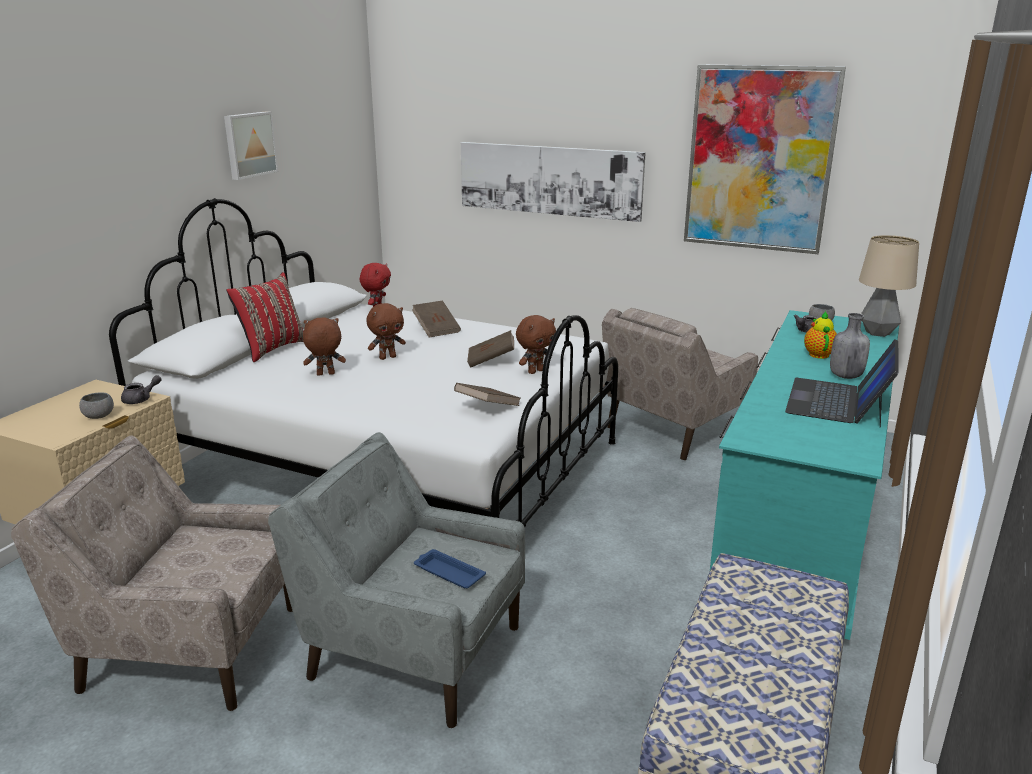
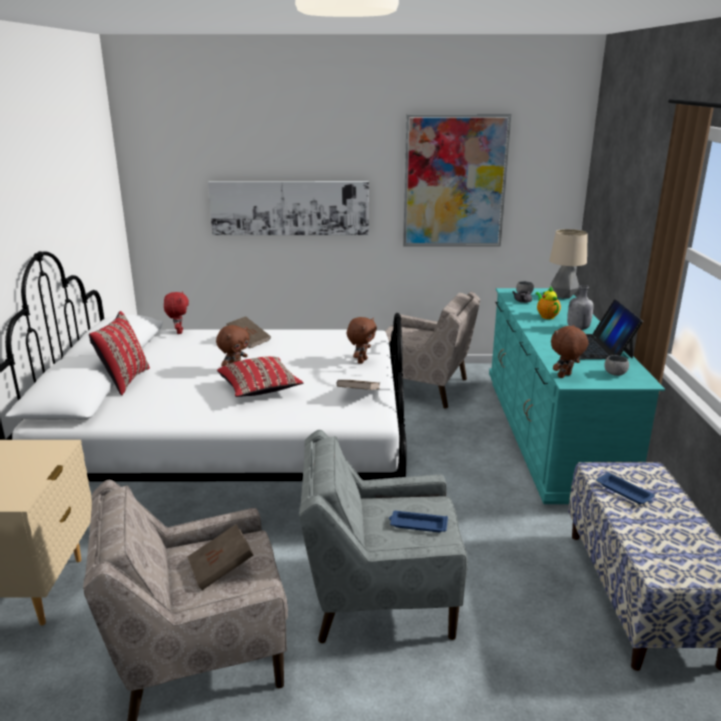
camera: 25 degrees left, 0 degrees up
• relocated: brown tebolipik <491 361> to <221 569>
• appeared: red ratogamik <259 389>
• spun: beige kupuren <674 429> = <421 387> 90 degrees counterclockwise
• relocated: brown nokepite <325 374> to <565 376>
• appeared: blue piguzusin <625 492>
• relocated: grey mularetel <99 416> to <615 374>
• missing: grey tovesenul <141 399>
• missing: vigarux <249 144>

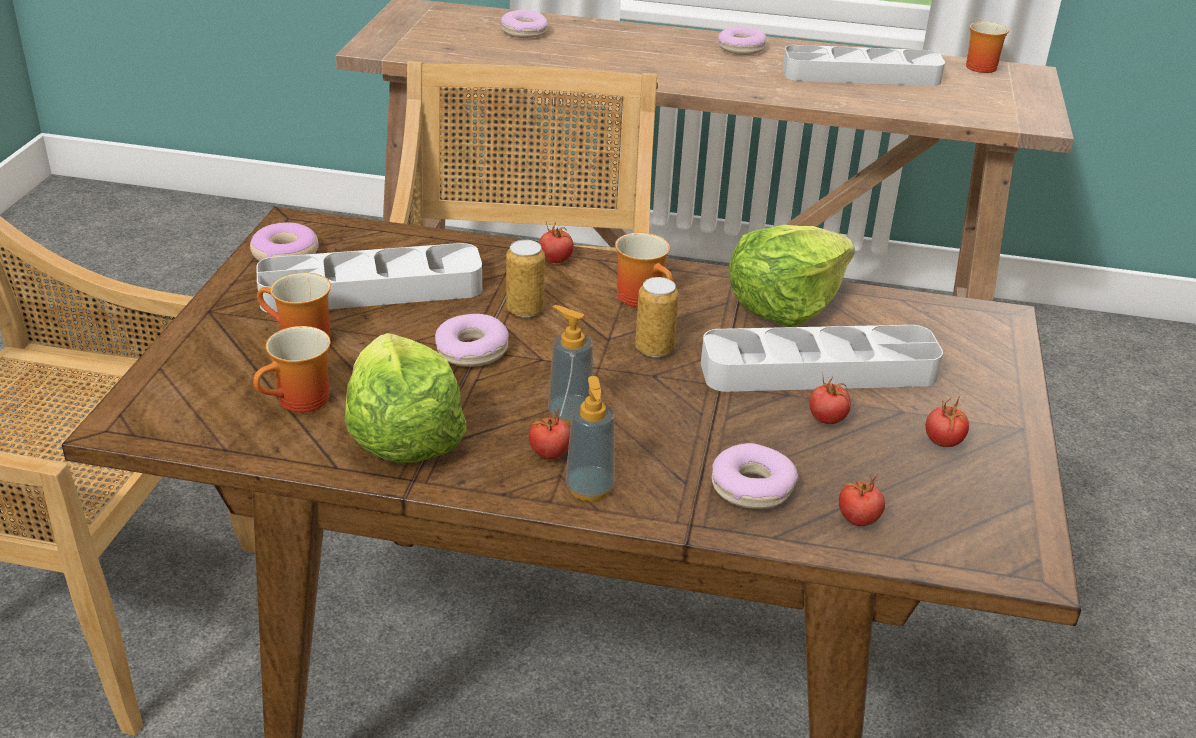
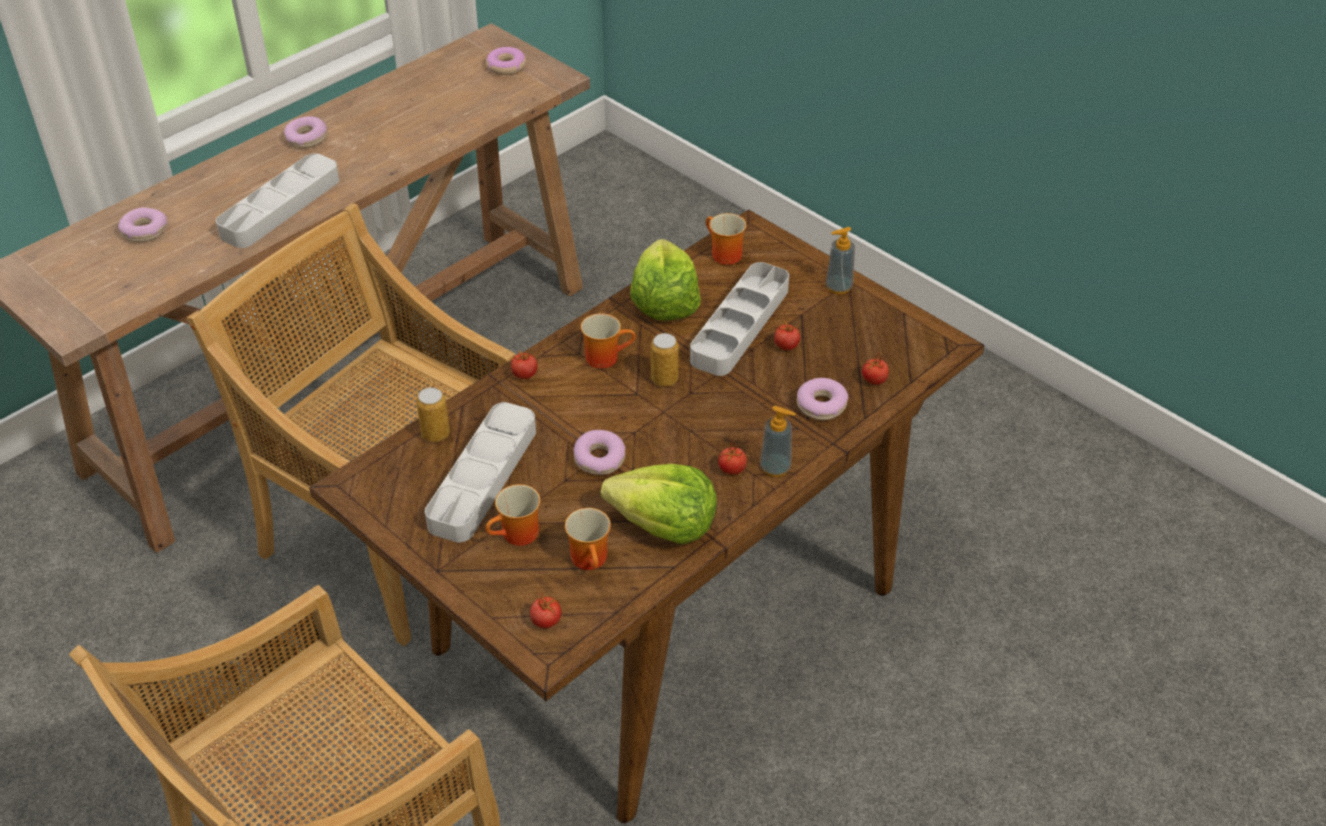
camera: 55 degrees left, 10 degrees up
• relocated: grey piguzusin <861 75> to <280 207>
• relocated: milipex <525 310> to <435 434>
• relocated: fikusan <285 254> to <506 66>
• relocated: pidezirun <943 442> to <546 621>
• relocated: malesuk <978 66> to <722 255>
• relocated: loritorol <570 414> to <838 287>

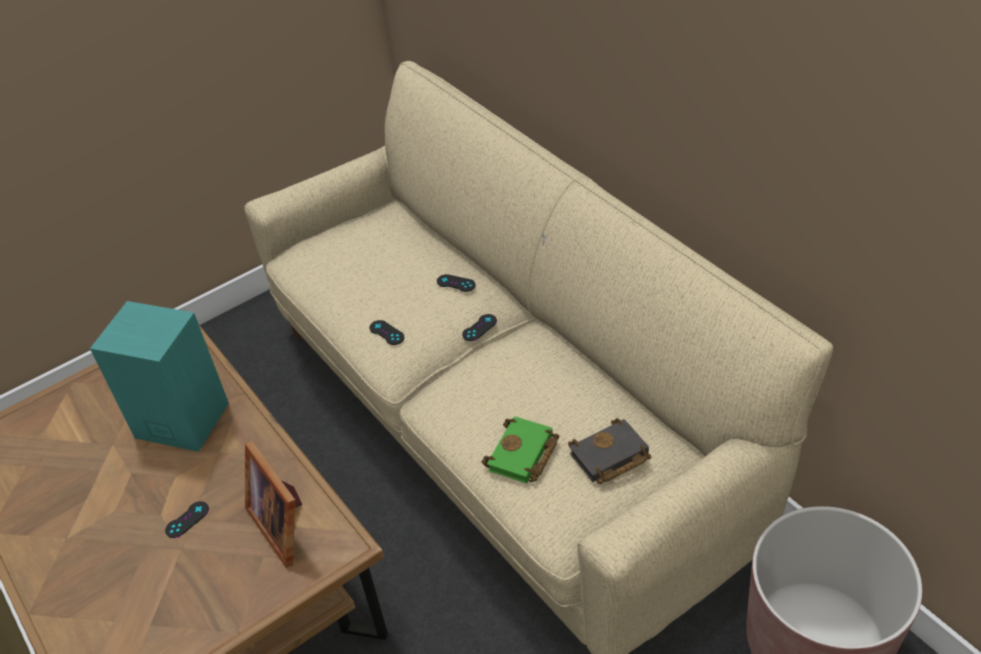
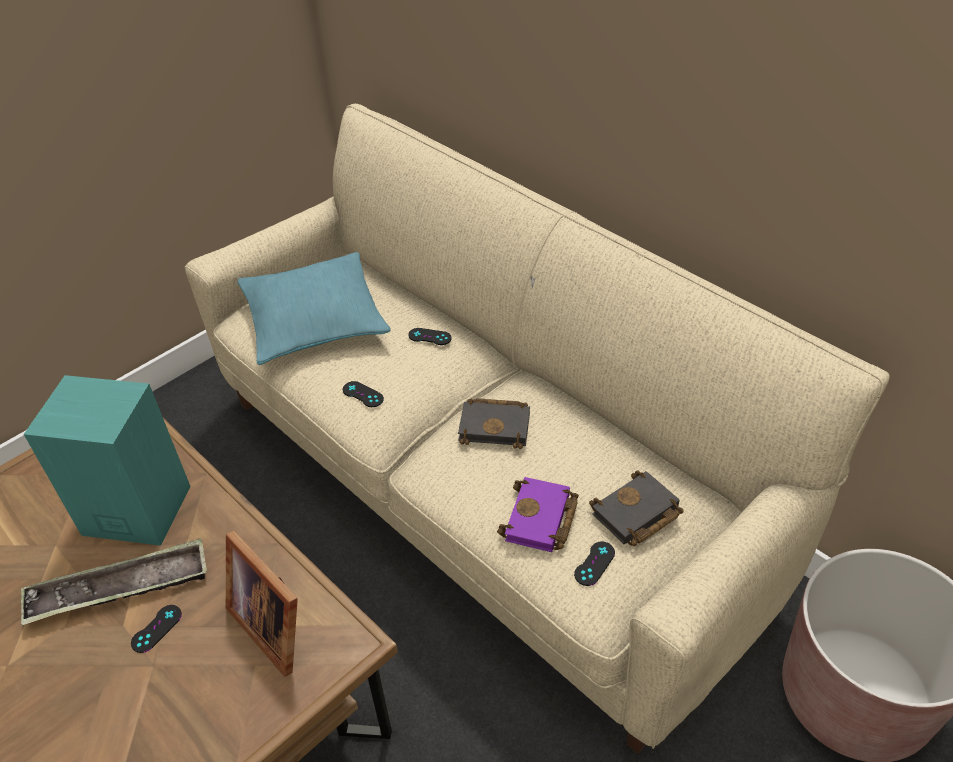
camera: 10 degrees left, 0 degrees up
• appeared: piguzusin <119 588>
• appeared: turquoise ratogamik <314 320>
• appeared: black tebolipik <496 426>
• colour: green tebolipik <523 456> to purple tebolipik <541 521>
• relocated: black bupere <479 328> to <594 563>

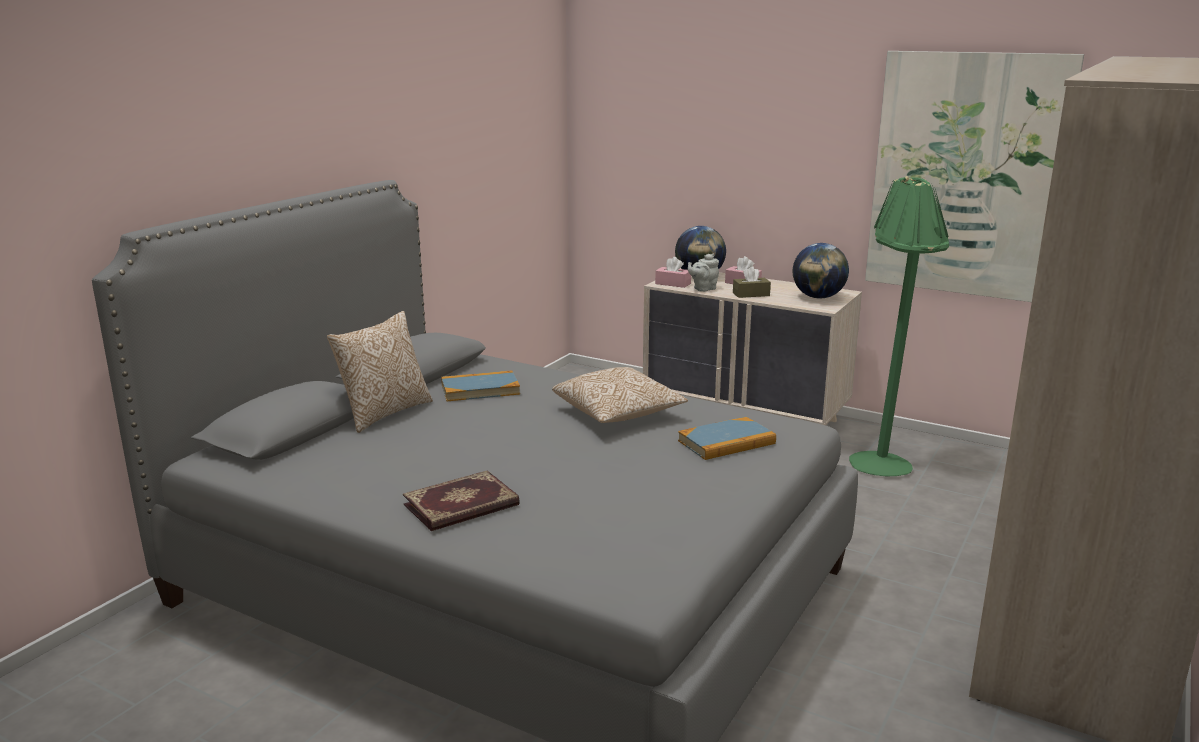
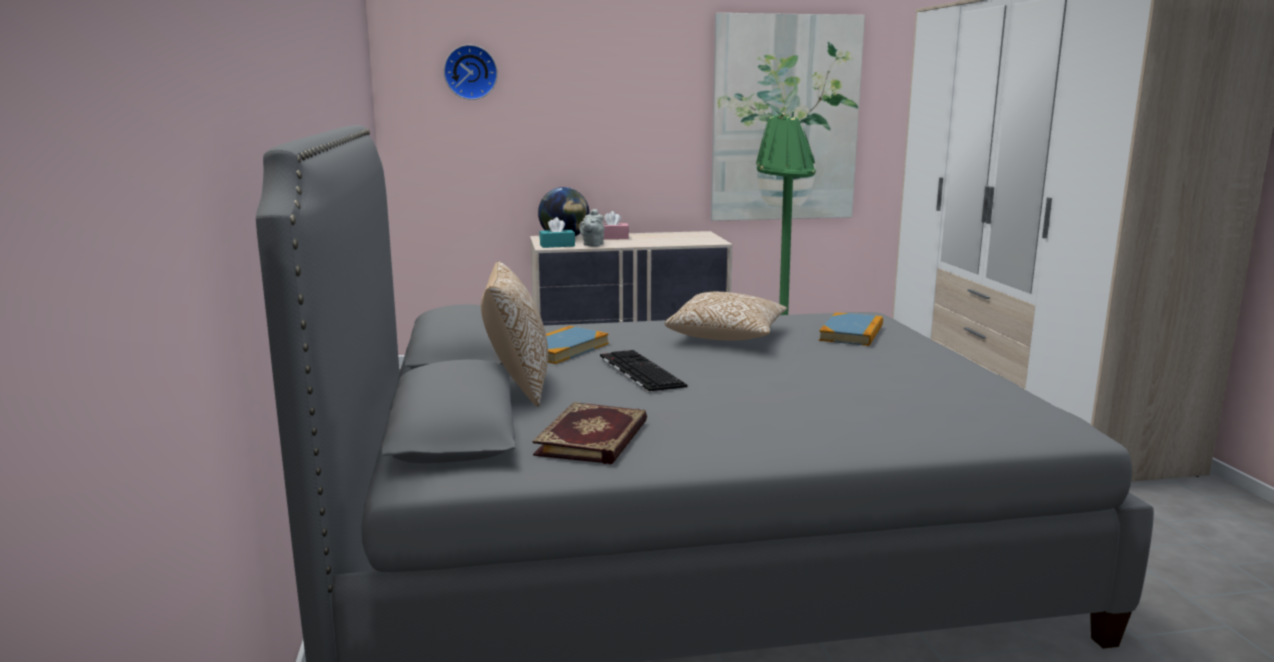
camera: 40 degrees left, 5 degrees down
• appeared: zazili <470 72>
• relocated: tebolipik <462 506> to <594 438>
• colour: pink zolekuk <673 284> to turquoise zolekuk <557 245>
• appeared: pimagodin <638 371>
• missing: brown zolekuk <751 294>
• missing: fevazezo <818 297>

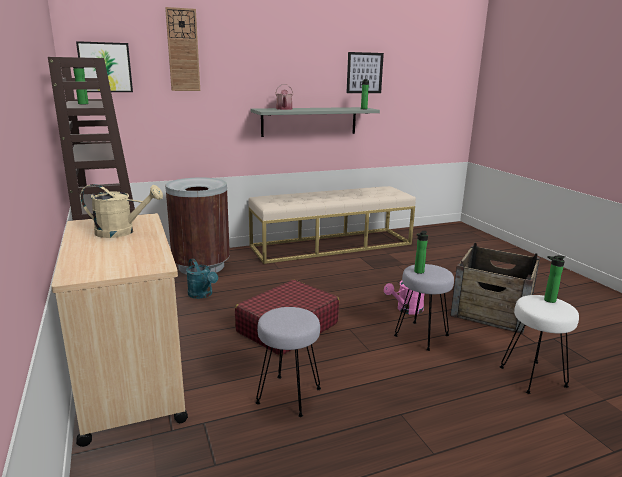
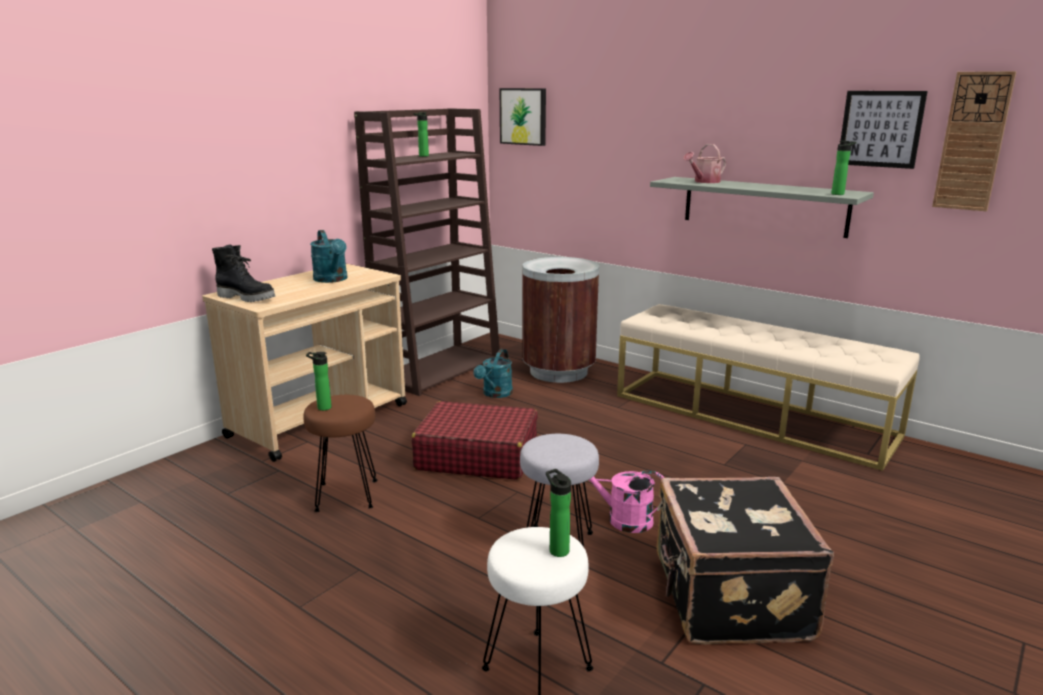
camera: 60 degrees right, 0 degrees up
• appeared: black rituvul <247 298>
• colour: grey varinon <288 395> to brown varinon <347 495>
• relocated: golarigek <418 272> to <322 408>
• colour: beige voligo <122 232> to turquoise voligo <332 280>
• exchanged: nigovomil <492 310> to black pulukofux <727 597>
• relocated: zazili <183 50> to <972 142>

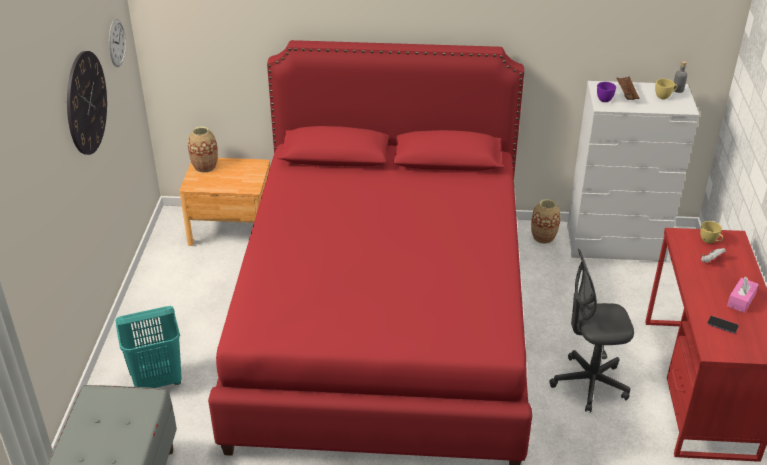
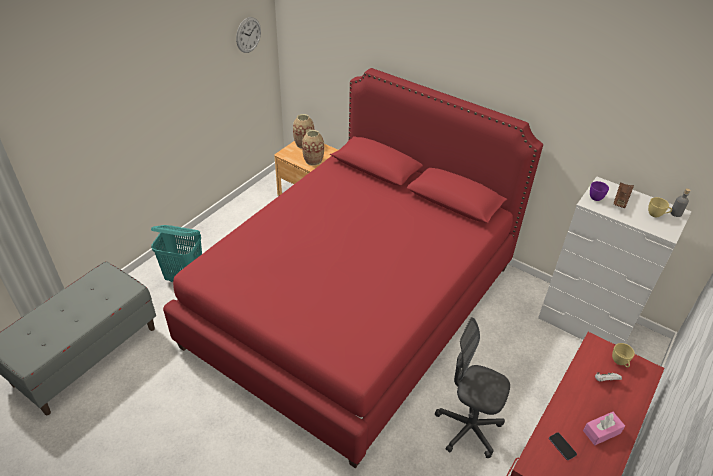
camera: 30 degrees right, 5 degrees up
• relocated: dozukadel <543 237> to <313 160>
• missing: zazili <86 103>

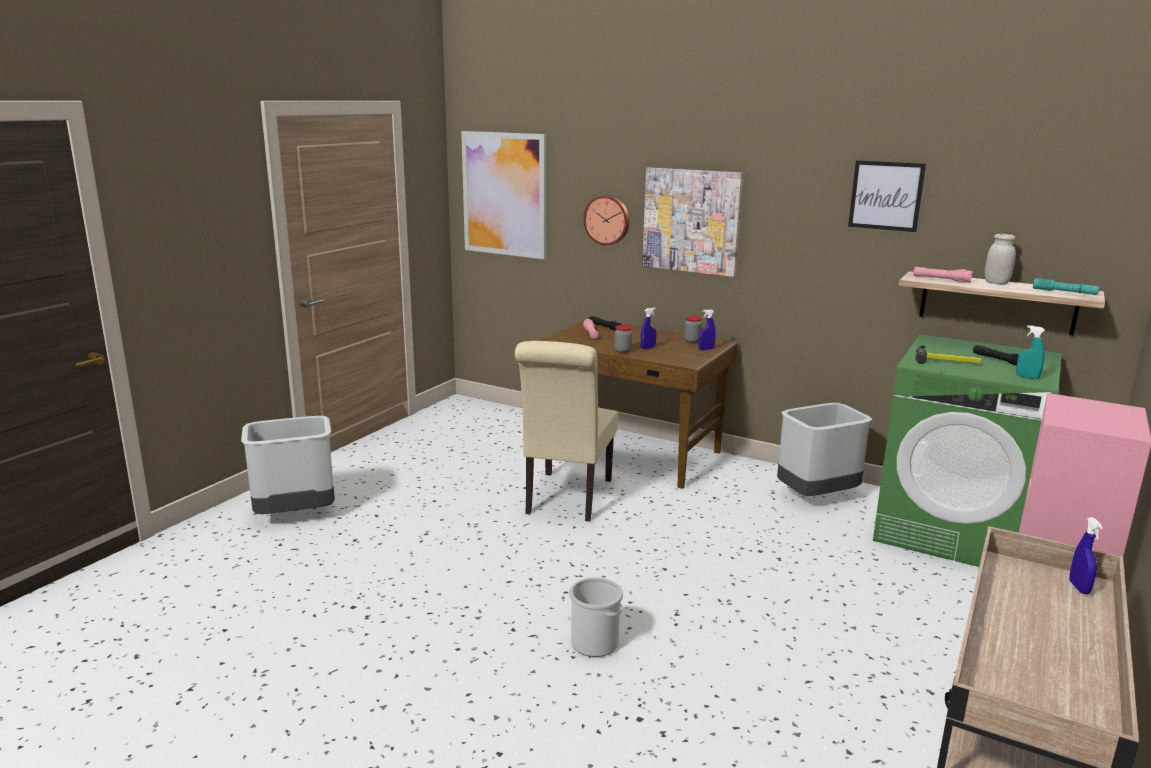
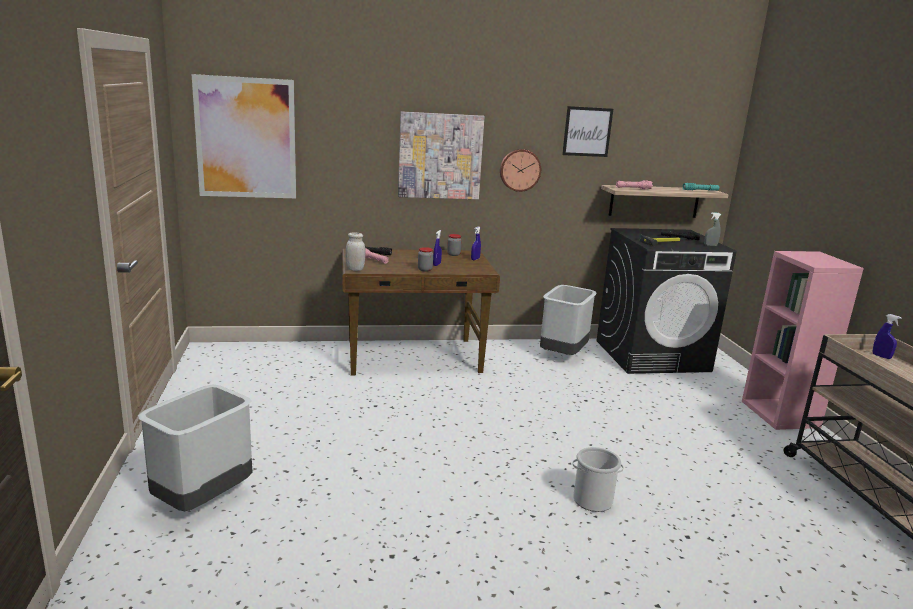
camera: 40 degrees left, 0 degrees up
• relocated: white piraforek <996 283> to <355 269>
• relocated: zazili <607 220> to <519 170>
• colour: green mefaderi <952 531> to black mefaderi <652 355>
• colour: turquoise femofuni <1027 377> to grey femofuni <710 245>
• missing: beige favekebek <566 499>

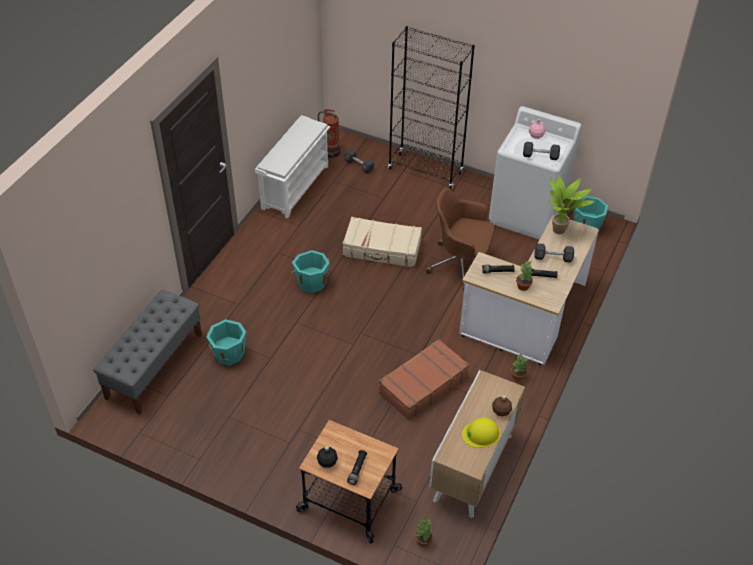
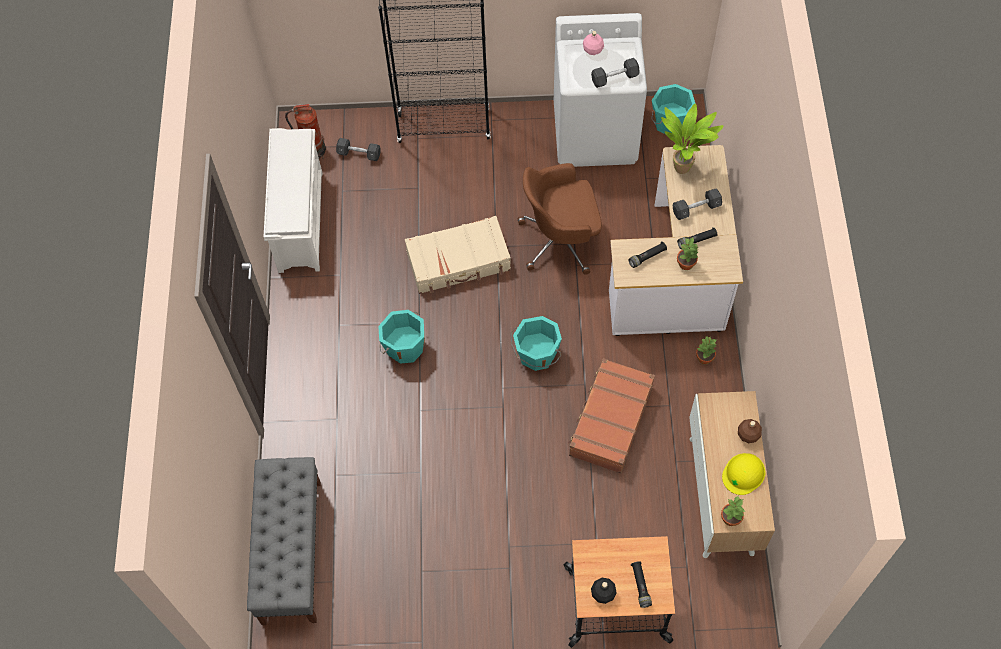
camera: 25 degrees left, 15 degrees up
• relocated: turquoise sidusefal <228 354> to <536 355>
• relocated: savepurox <423 541> to <731 519>

